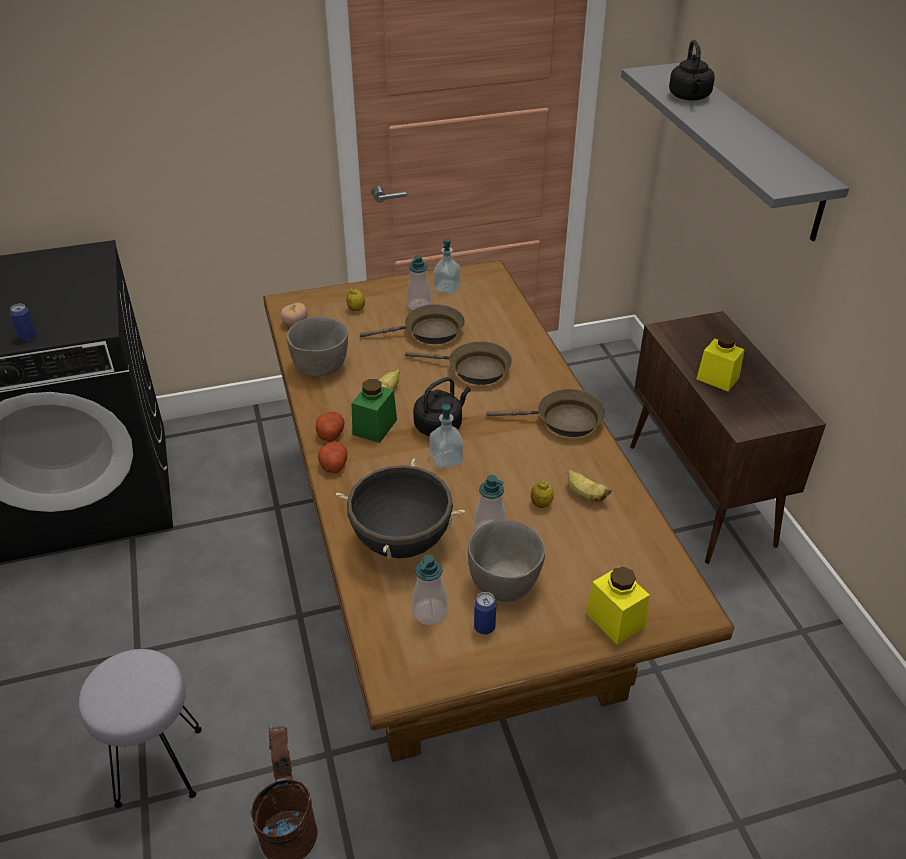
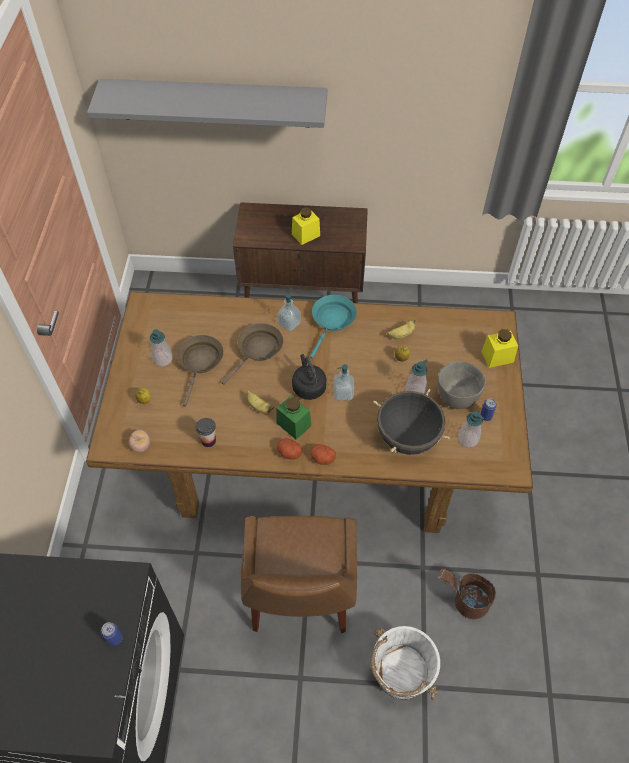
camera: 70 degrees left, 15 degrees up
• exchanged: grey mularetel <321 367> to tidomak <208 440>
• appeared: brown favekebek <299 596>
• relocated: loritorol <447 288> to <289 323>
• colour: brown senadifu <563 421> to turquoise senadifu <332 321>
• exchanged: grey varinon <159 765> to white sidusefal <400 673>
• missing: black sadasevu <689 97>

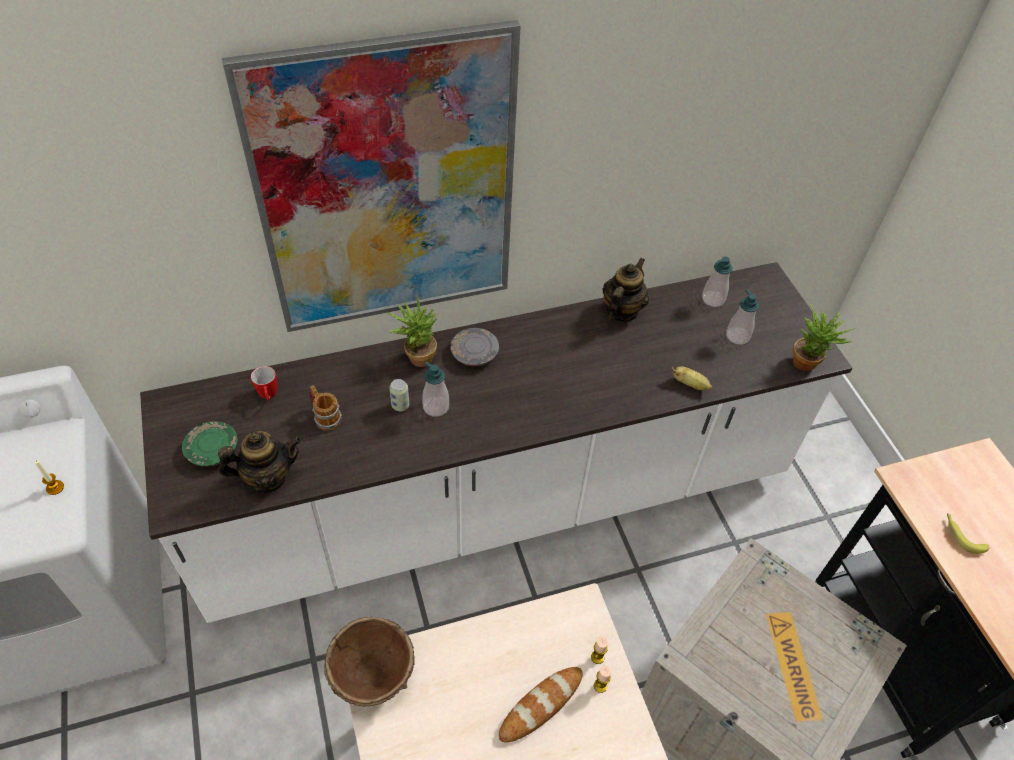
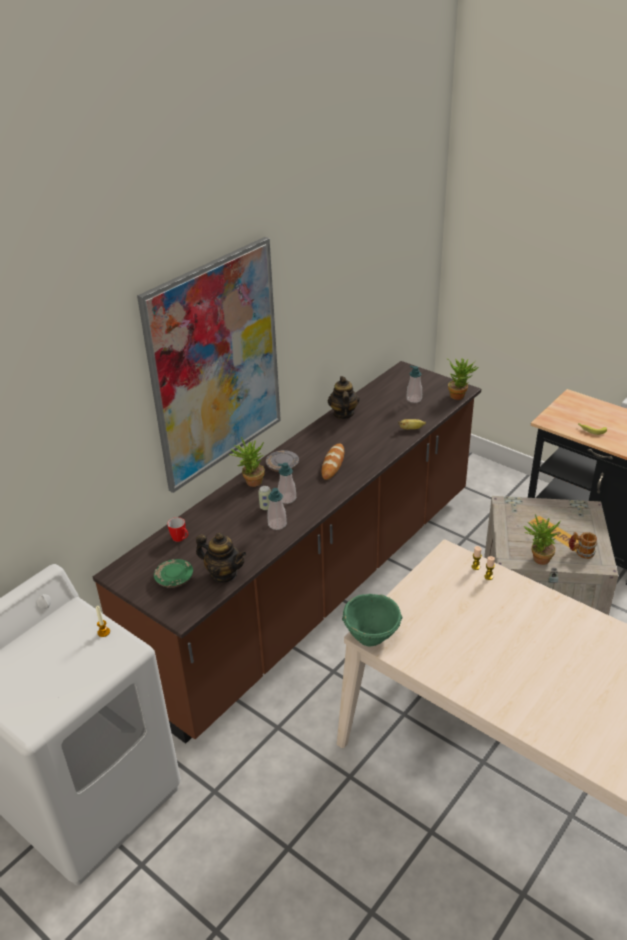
camera: 30 degrees left, 15 degrees down
• colour: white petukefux <499 503> to brown petukefux <317 587>
• spun: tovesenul <267 477> = <223 574> 75 degrees clockwise
• relocated: loritorol <713 299> to <277 524>
• relocated: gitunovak <541 705> to <333 463>
• colour: brown mularetel <374 676> to green mularetel <372 635>
• appeared: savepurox <538 559>
• relocated: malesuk <325 416> to <581 552>

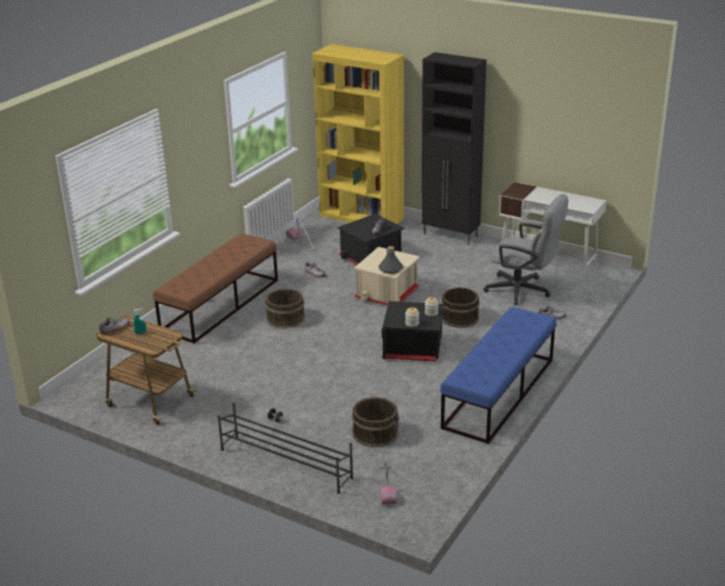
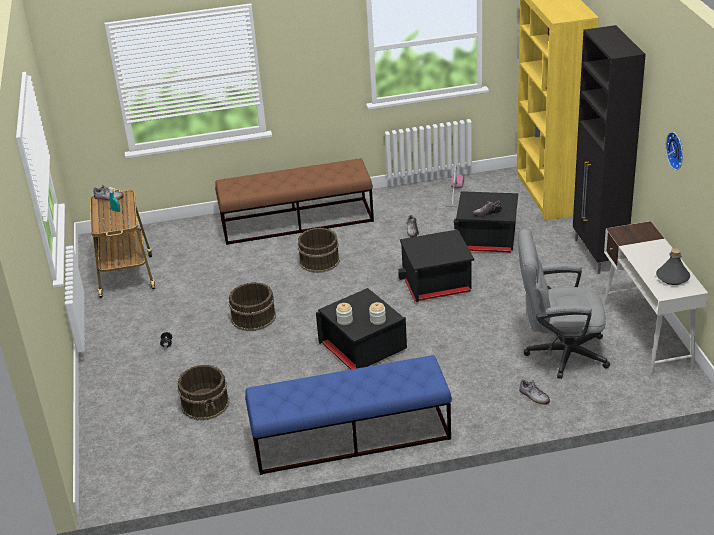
camera: 50 degrees right, 5 degrees up
• relocated: brown sidusefal <459 317> to <253 317>
• colour: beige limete <388 292> to black limete <437 283>
• spun: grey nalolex <523 291> = <558 353> 105 degrees clockwise
• relocated: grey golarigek <390 269> to <672 277>
• appeared: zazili <677 150>
• missing: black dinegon <285 463>
• missing: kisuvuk <386 484>

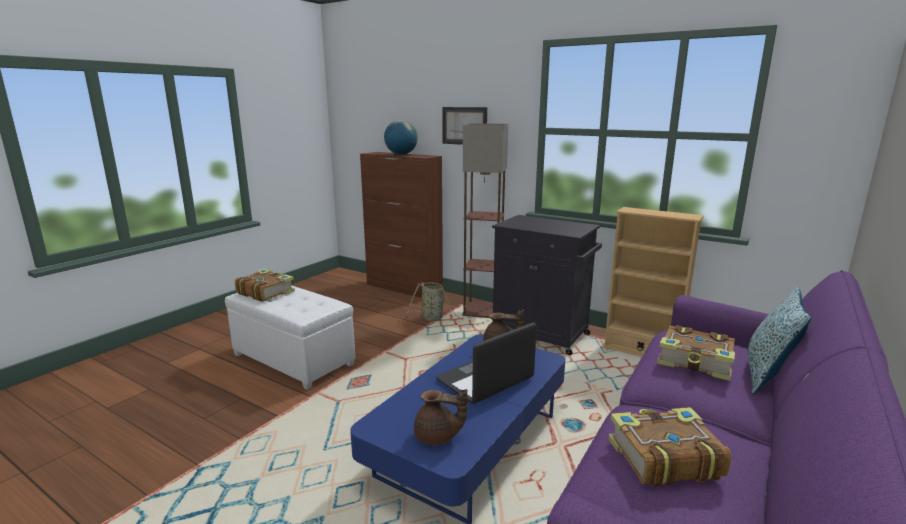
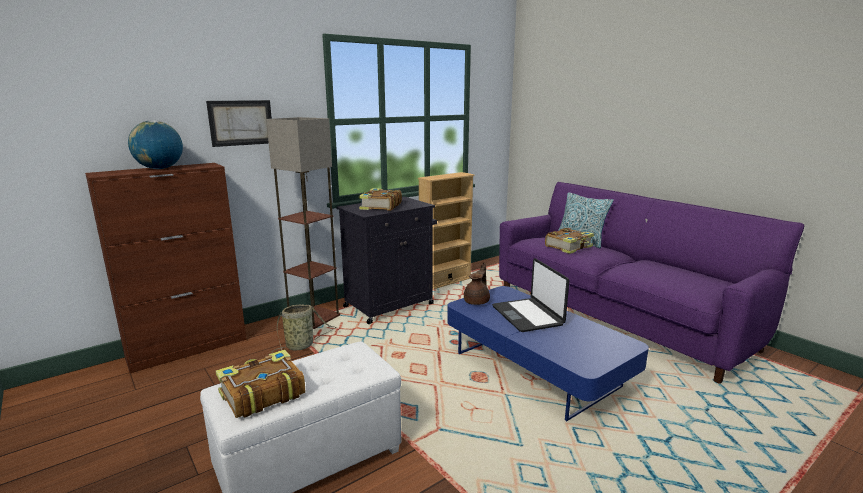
camera: 70 degrees left, 0 degrees up
• relocated: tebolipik <662 458> to <380 206>
• missing: brown tovesenul <437 437>

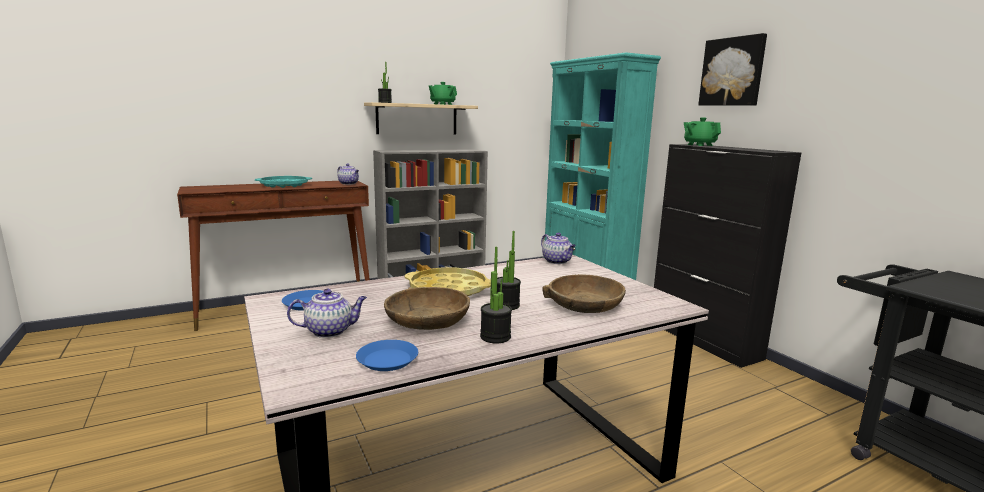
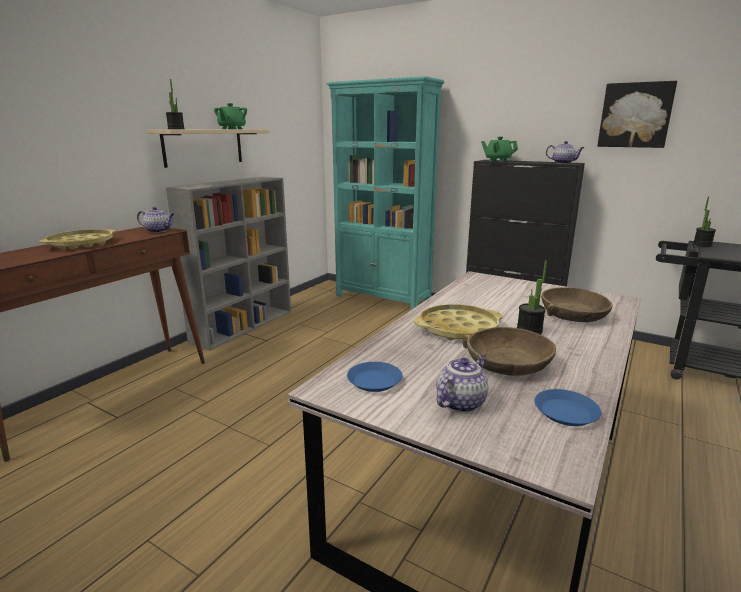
camera: 30 degrees left, 5 degrees up
• colour: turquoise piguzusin <284 185> to yellow piguzusin <81 244>
• relocated: tovesenul <557 261> to <563 163>
• relocated: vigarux <732 72> to <635 115>
• relocated: savepurox <495 337> to <702 244>

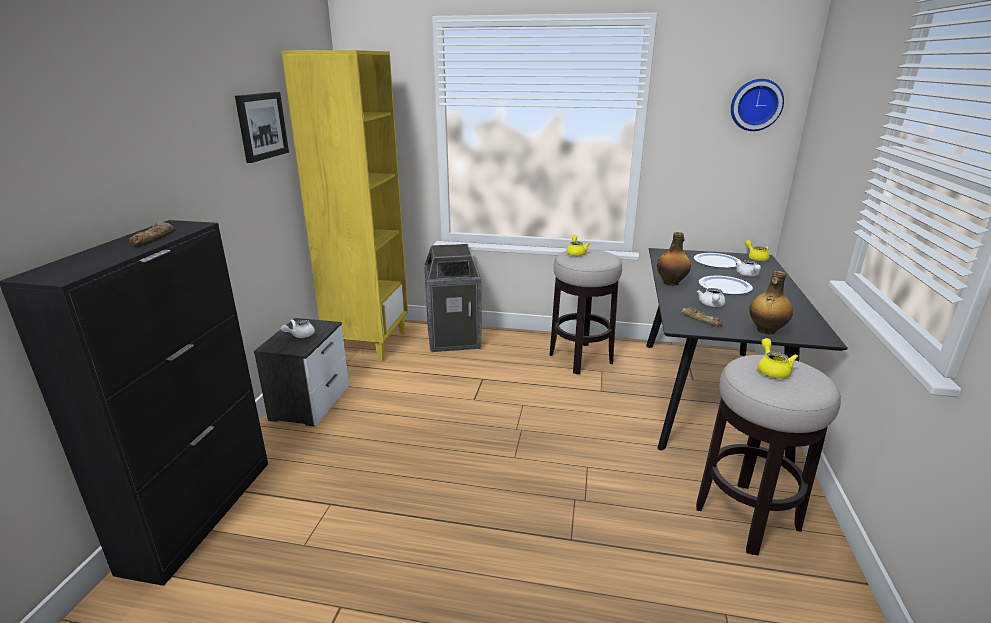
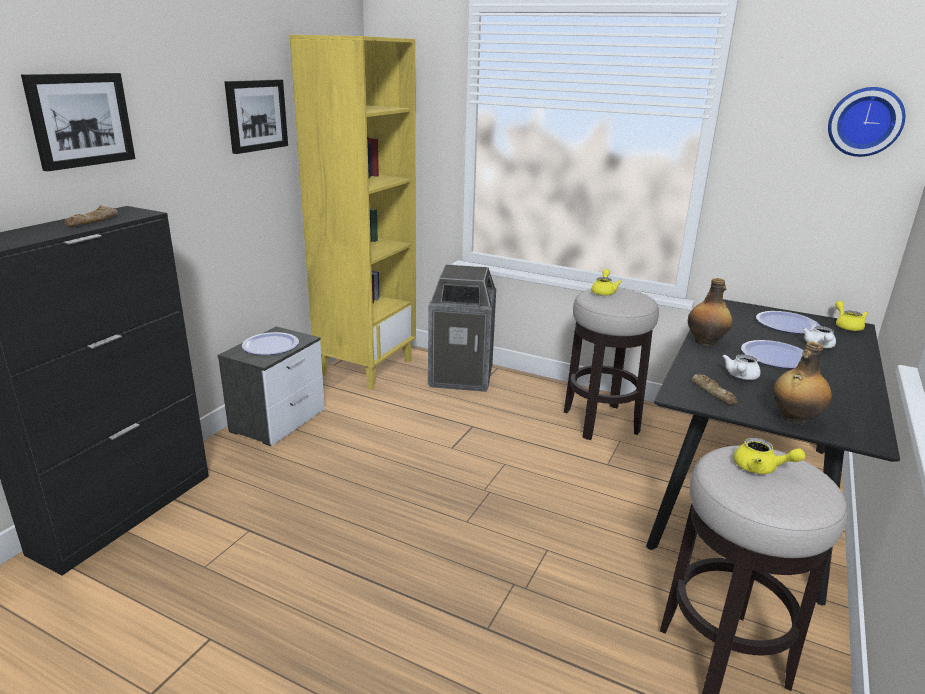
camera: 15 degrees right, 0 degrees up
• appeared: vigarux <80 120>
• exchanged: white tovesenul <300 335> to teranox <270 345>
• spun: yellow tovesenul <772 370> = <761 468> 105 degrees clockwise

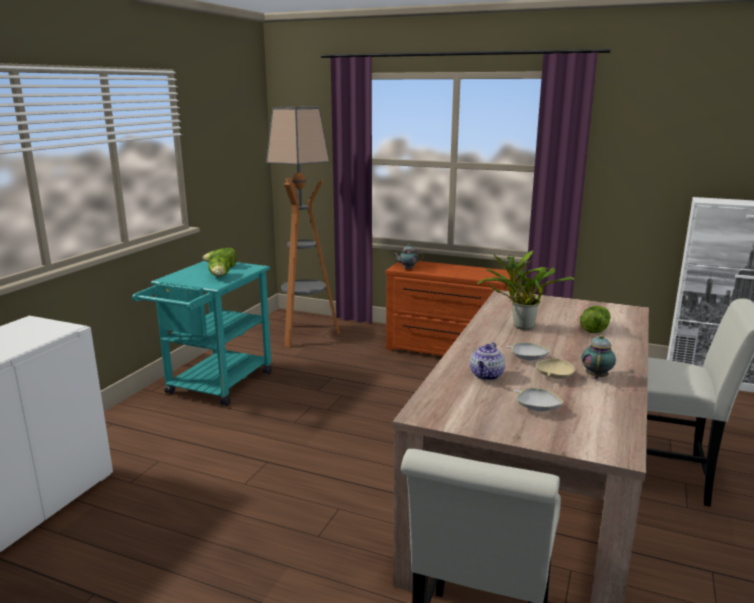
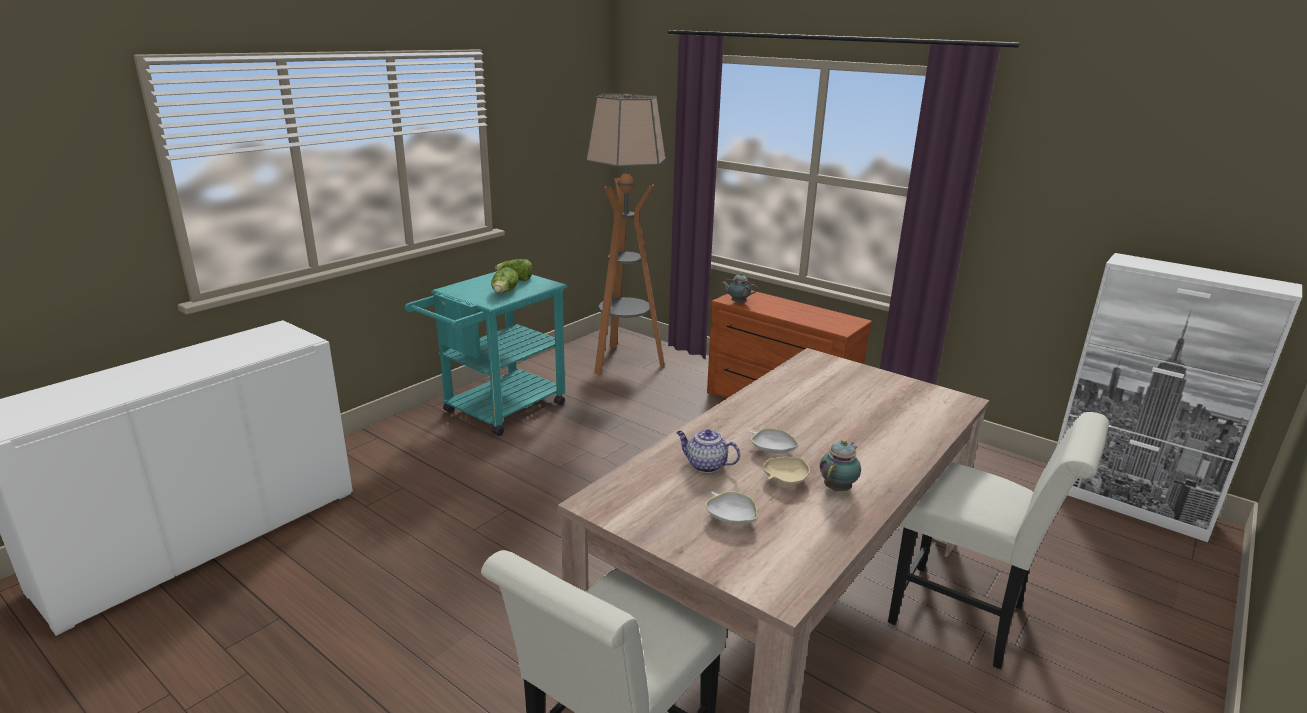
camera: 15 degrees right, 5 degrees up
• spun: tovesenul <486 376> = <705 465> 75 degrees clockwise
• missing: savepurox <520 326>
• missing: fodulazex <594 328>

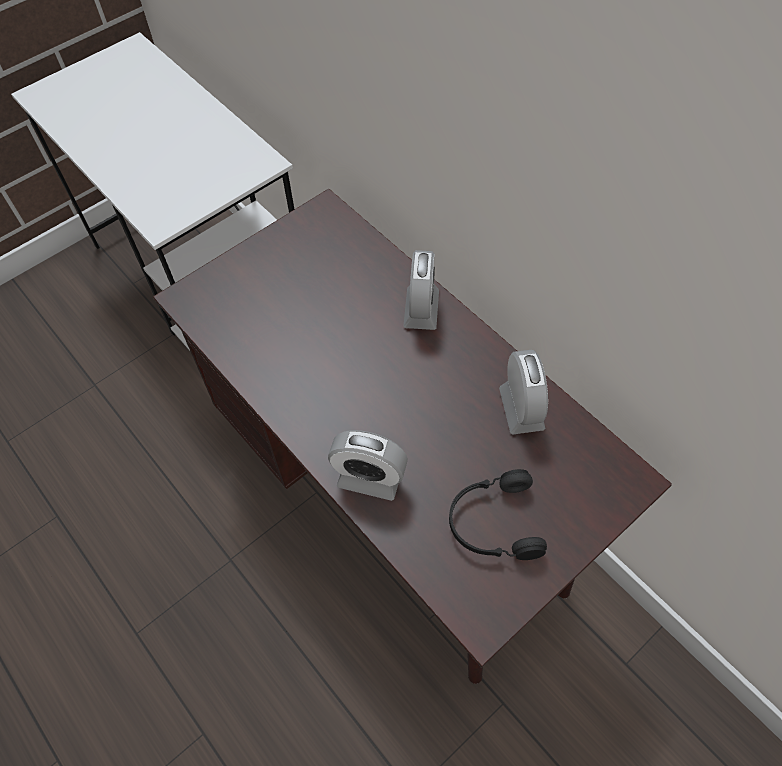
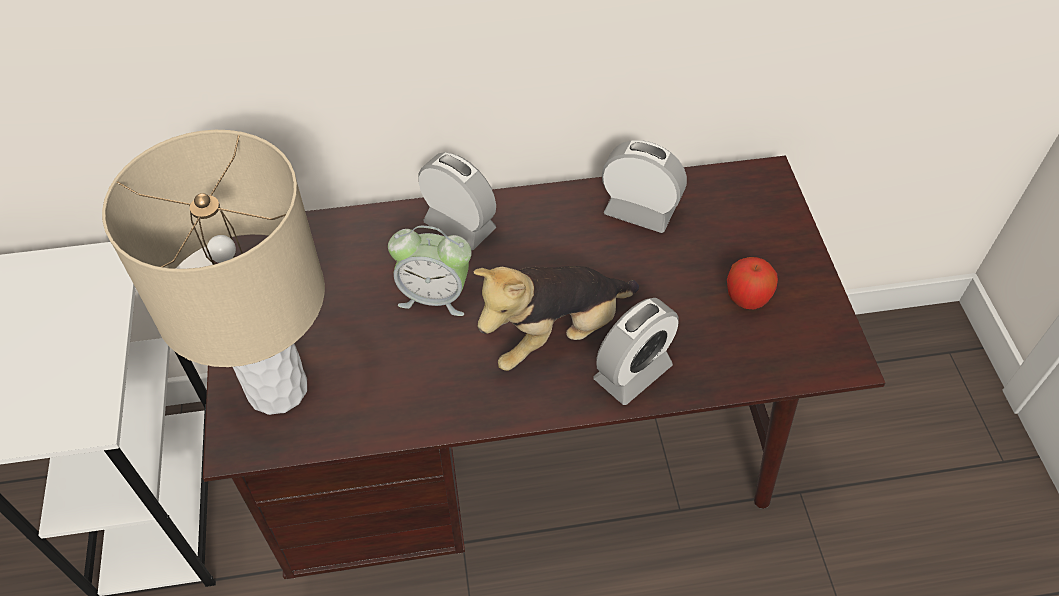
camera: 60 degrees left, 5 degrees down
• appeared: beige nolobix <278 388>
• appeared: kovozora <434 296>
• appeared: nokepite <554 333>
• exchanged: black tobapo <492 523> to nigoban <747 298>

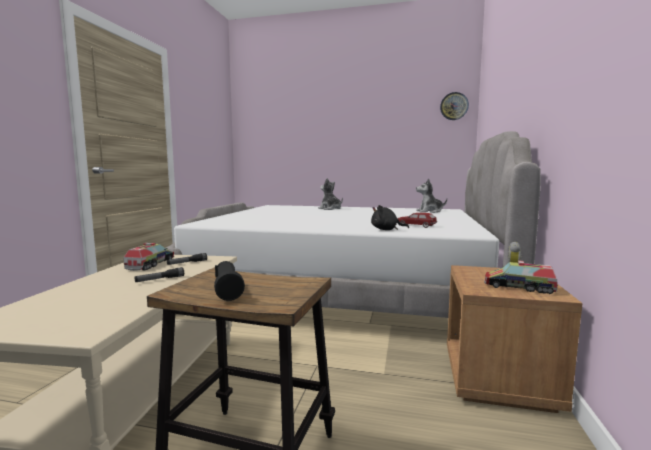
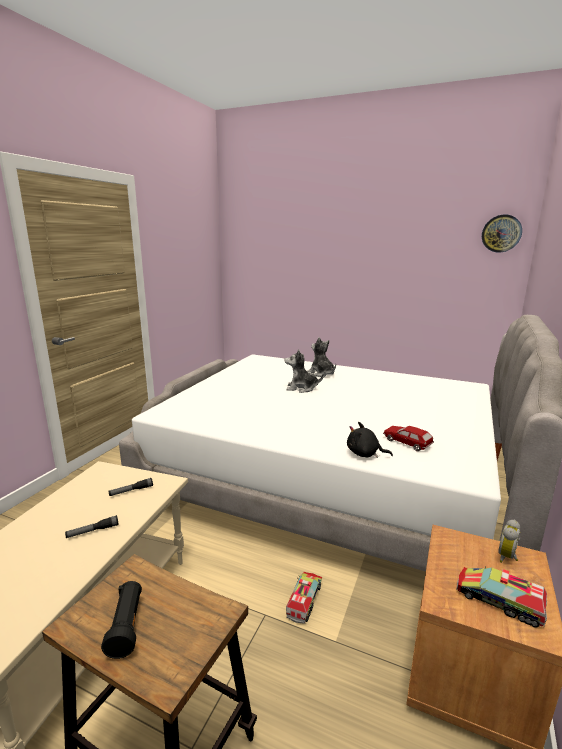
camera: 10 degrees right, 10 degrees up
• relocated: nokepite <429 211> to <301 388>
• relocated: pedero <150 264> to <304 600>

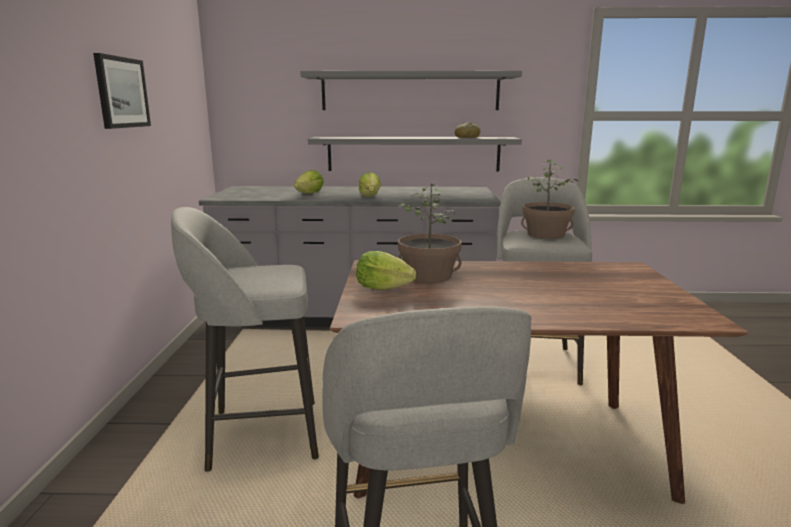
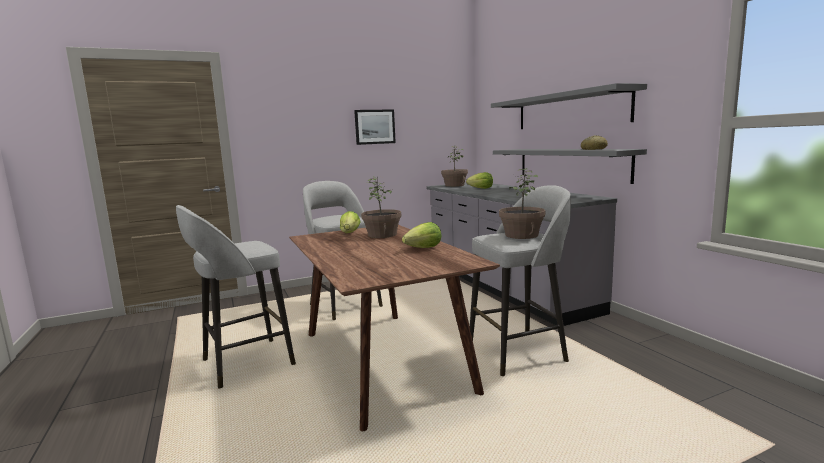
camera: 65 degrees right, 5 degrees down
• relocated: fodulazex <370 196> to <424 248>
• appeared: savepurox <454 185>

